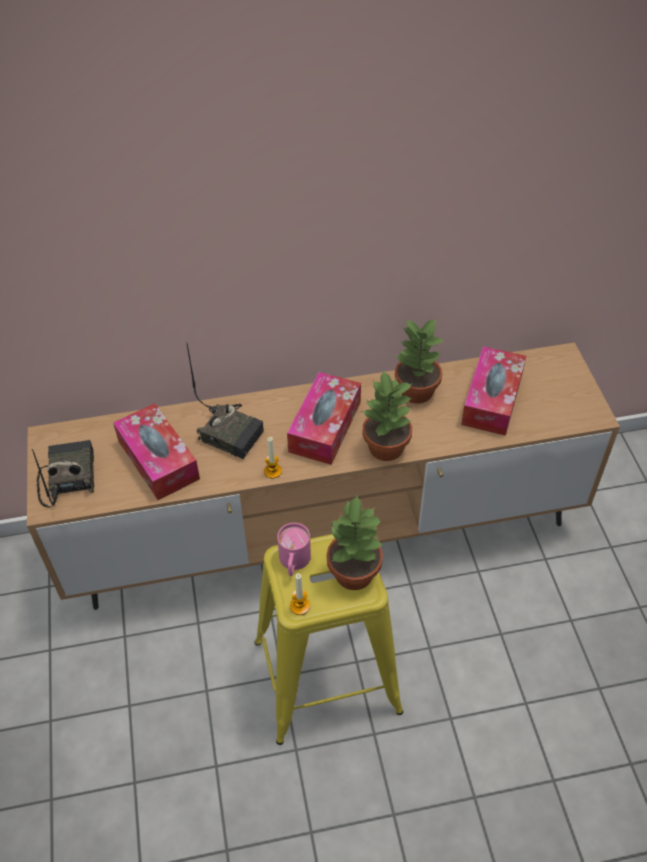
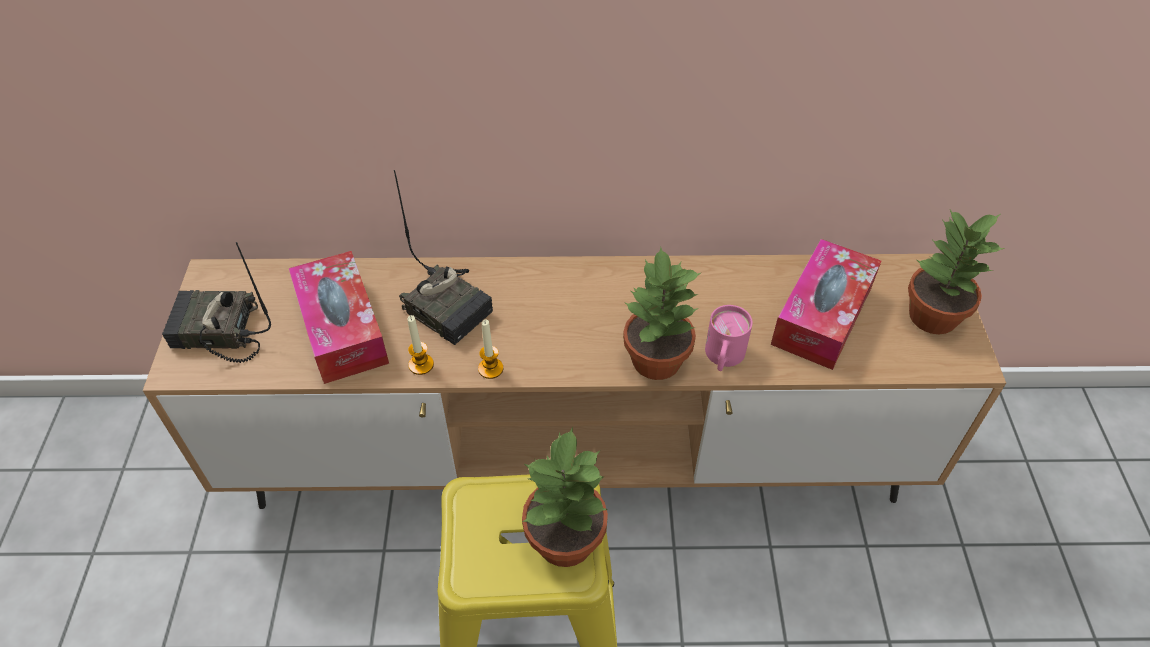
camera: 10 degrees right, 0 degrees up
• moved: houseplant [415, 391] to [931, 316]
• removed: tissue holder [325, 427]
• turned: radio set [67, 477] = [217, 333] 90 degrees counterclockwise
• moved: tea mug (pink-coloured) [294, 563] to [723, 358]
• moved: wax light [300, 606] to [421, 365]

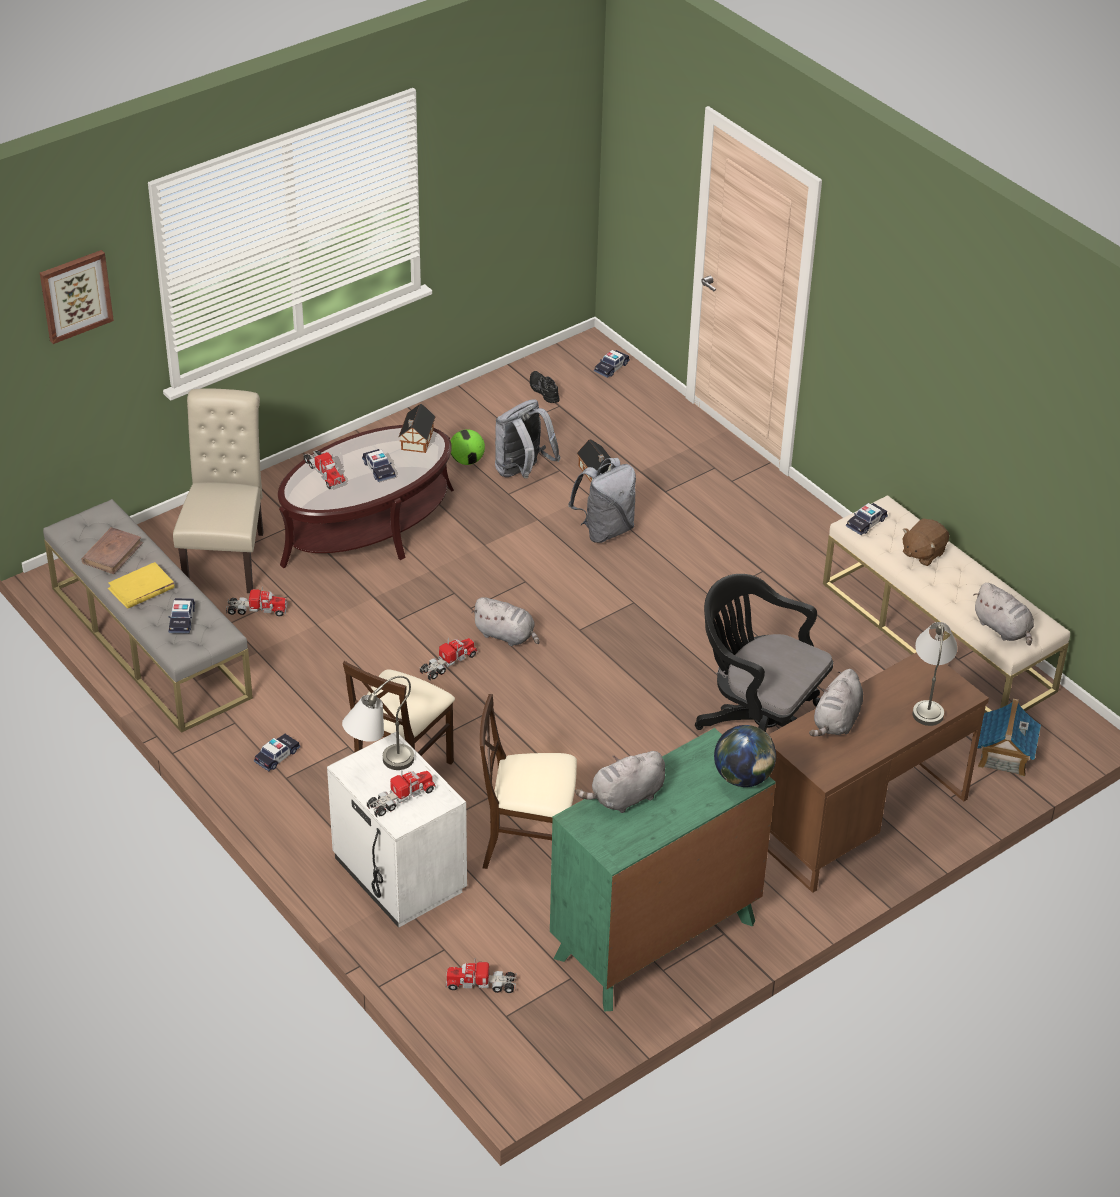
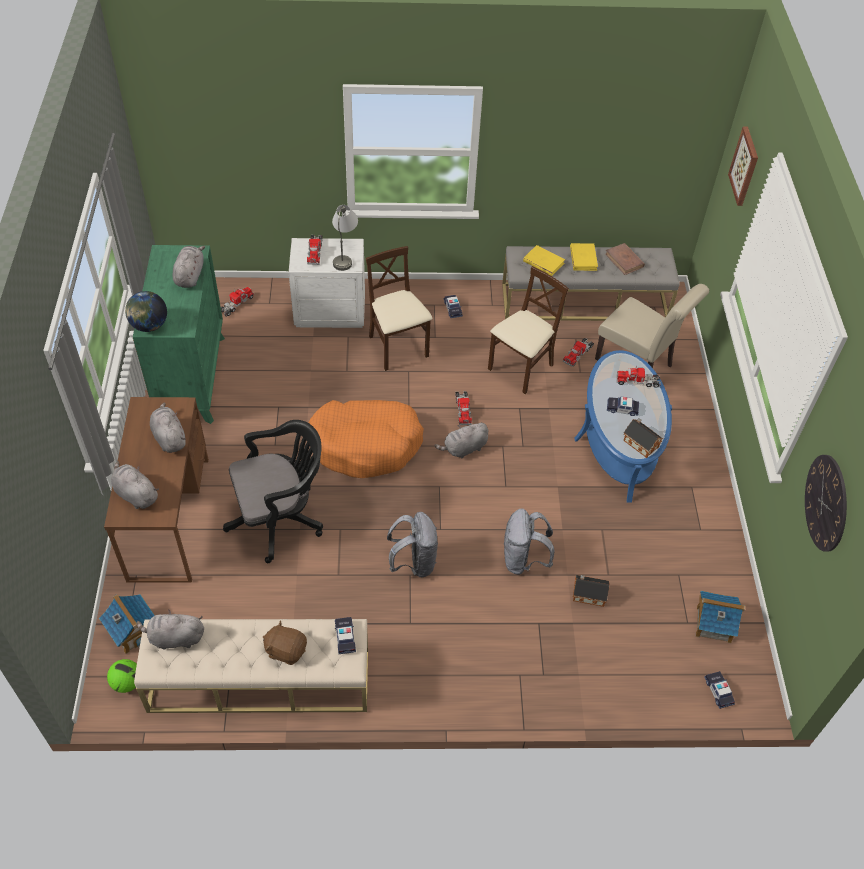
camera: 125 degrees right, 10 degrees up
• replaced: shoe (black-coloured) [543, 391] to toy house [713, 623]
• moved: backpack (greyish) [522, 472] to [414, 562]
• recoloured: low table (brownish) [368, 527] to low table (blue-coloured) [619, 439]
• moved: football ball [467, 460] to [127, 683]
• turned: plush toy (brownish) [922, 553] = [286, 650] 60 degrees counterclockwise
• replaced: toy car [182, 620] to book (yellow-coloured) [543, 262]
• replaced: lamp for a table (greyish) [929, 700] to plush toy (greyish) [135, 494]
• moved: upright chair (beige-coloured) [529, 846] to [521, 368]
• added: dog cushion (orange-coloured) [366, 444]
• added: wall clock [826, 503]

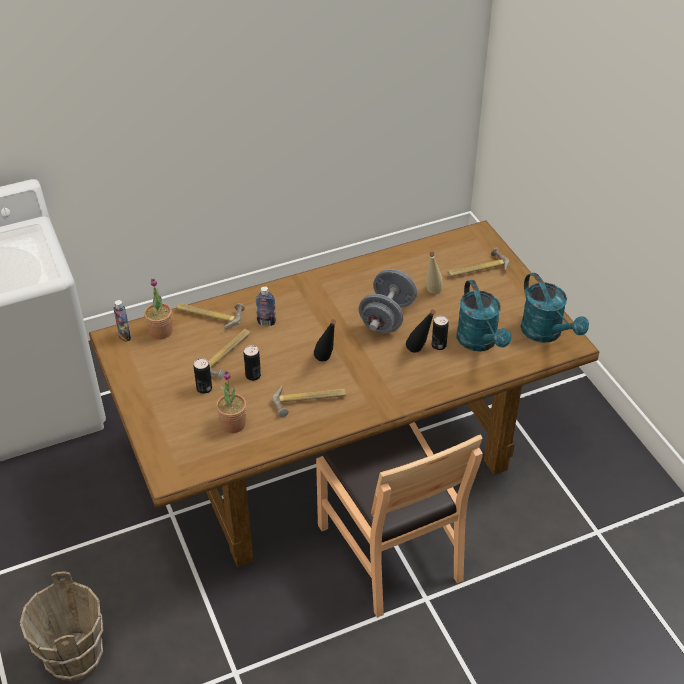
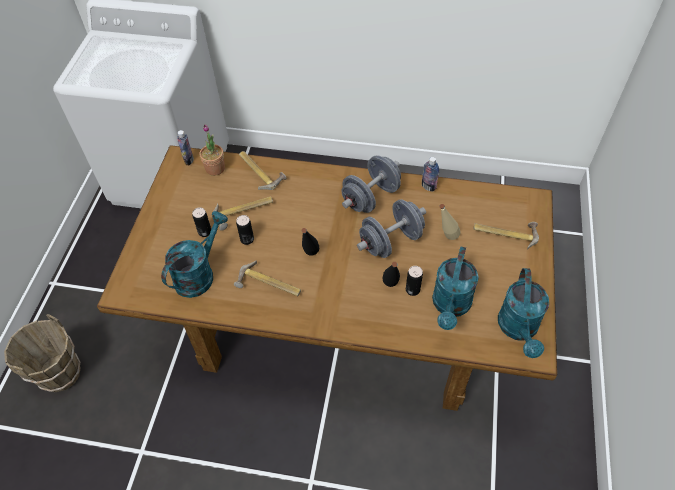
camera: 35 degrees right, 10 degrees up
• moved: bottle [266, 322] to [428, 187]
• replaced: houseplant [233, 424] to watering can (blue-green) [199, 274]
• removed: upright chair (brownish) [391, 550]
• added: hand weight (greyish) [370, 197]

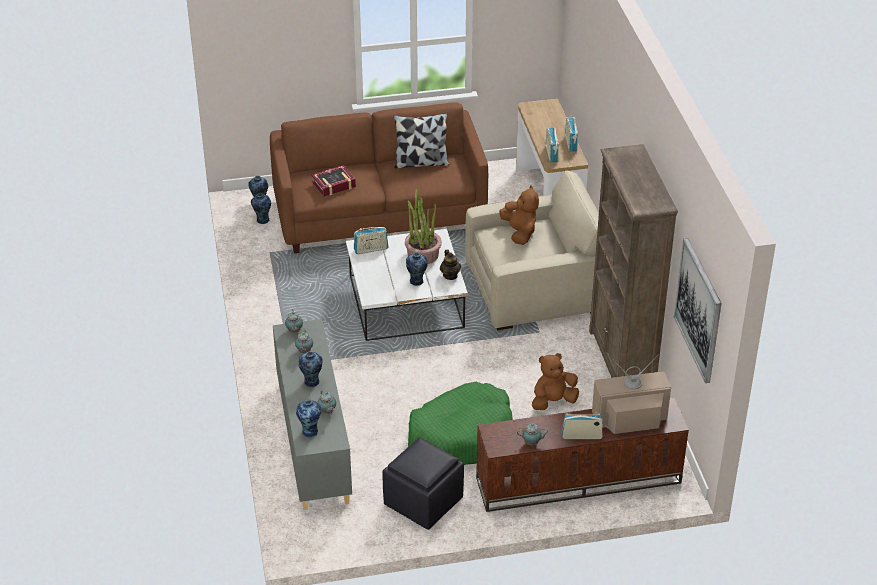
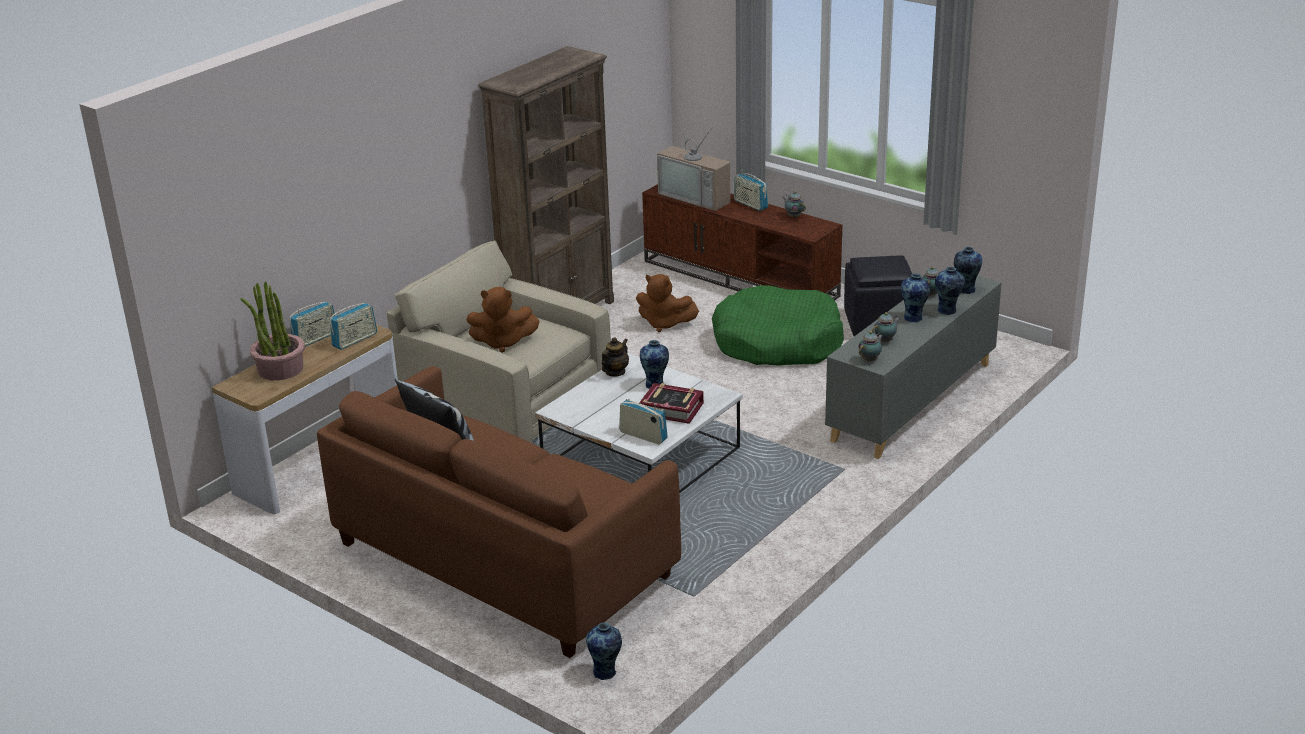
camera: 130 degrees left, 10 degrees down
• moved: book [334, 184] to [672, 408]
• turned: plush toy (brownish) [520, 232] = [502, 342] 120 degrees counterclockwise
• moved: houseplant [423, 254] to [280, 369]
• moved: vase [262, 220] to [948, 310]
• removed: wall picture [699, 310]

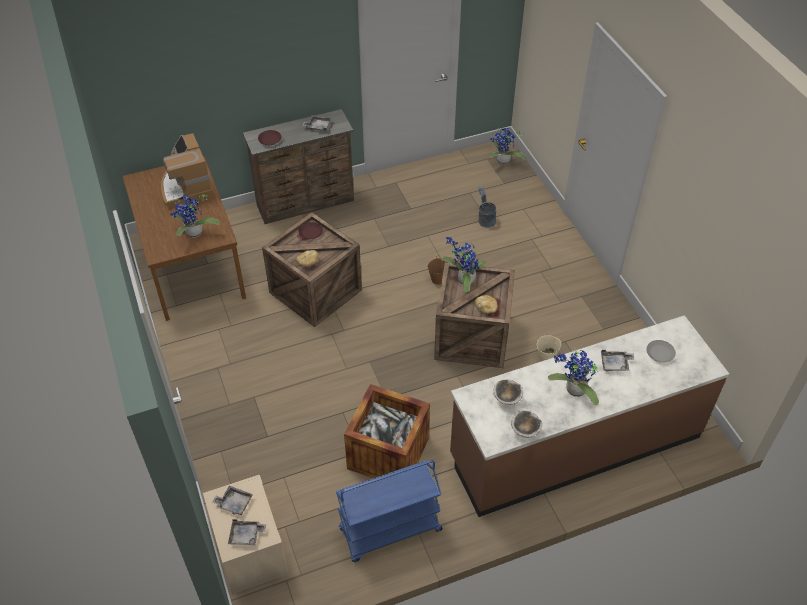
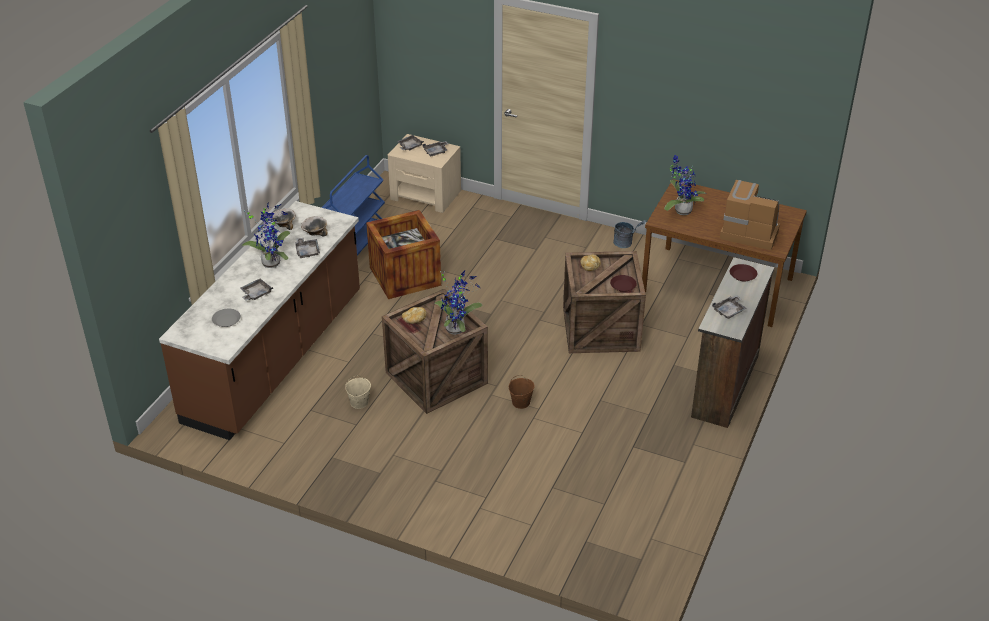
camera: 135 degrees right, 10 degrees down
• removed: houseplant [502, 162]
• moved: bucket (greyish) [485, 219] to [626, 243]
• added: tray (greyish) [307, 251]

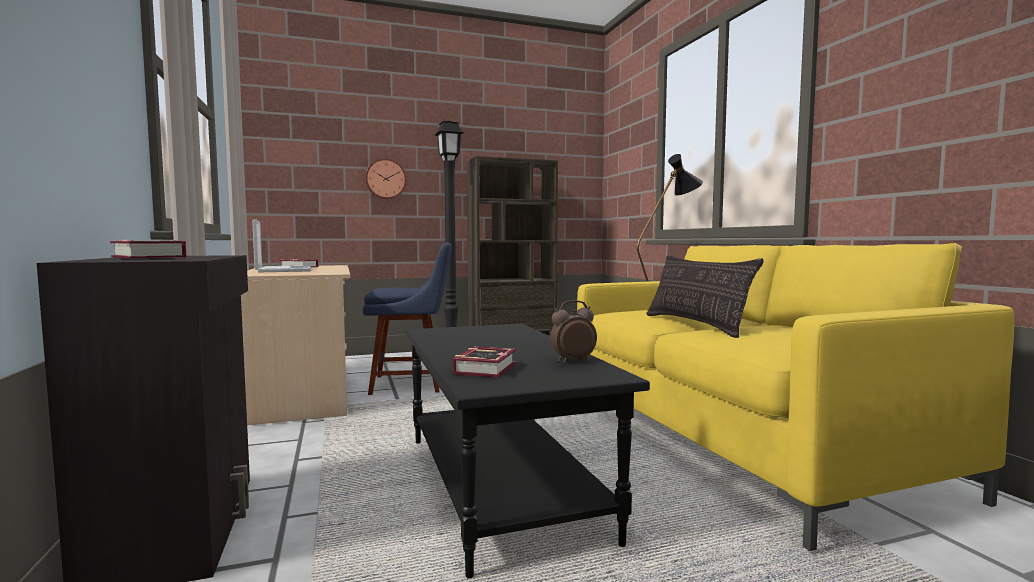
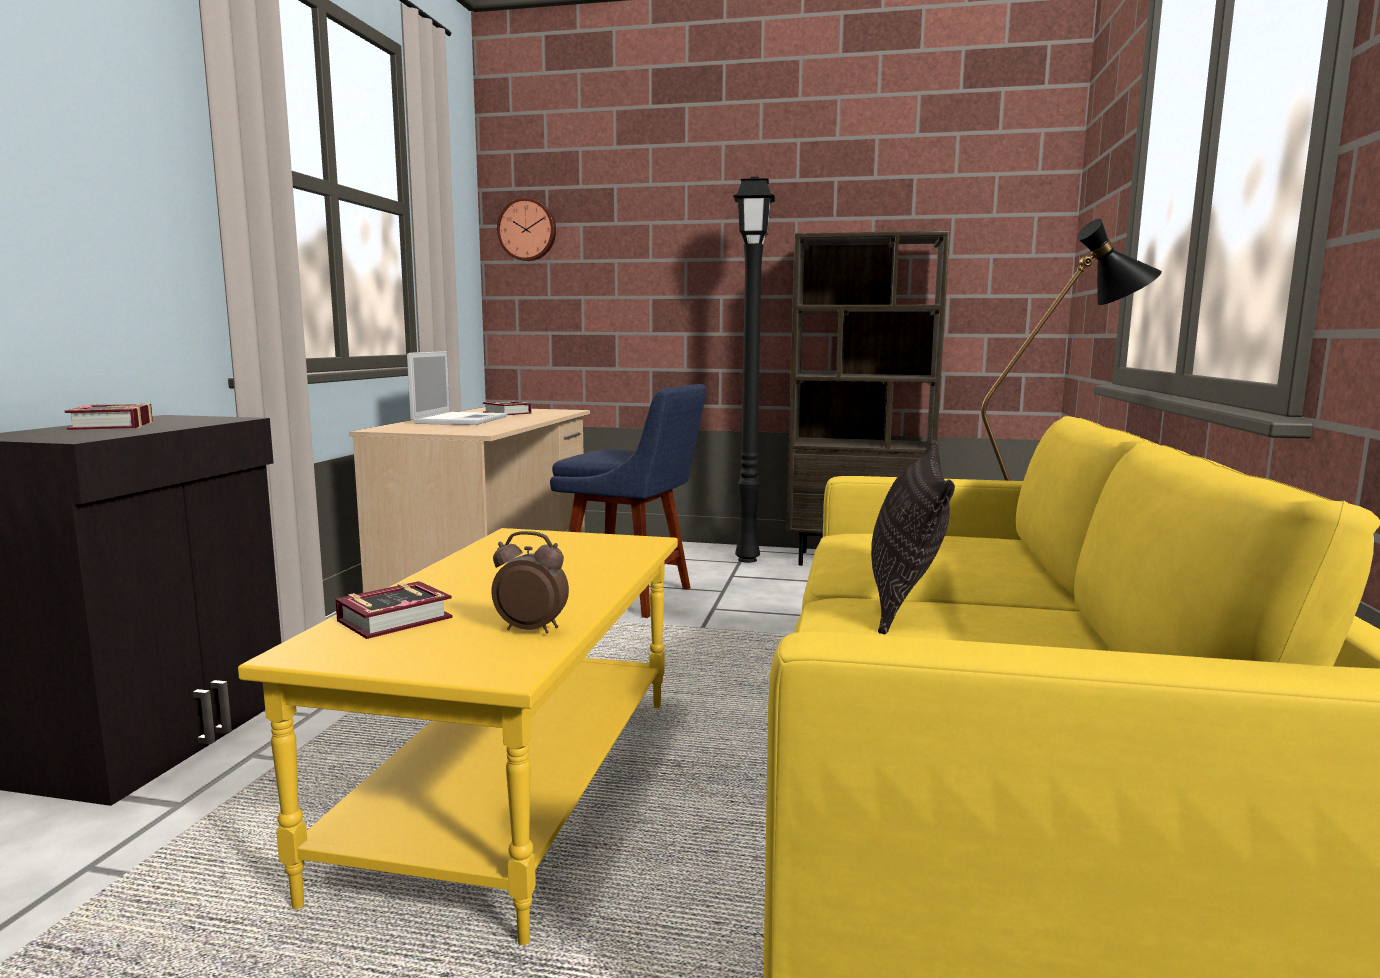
camera: 30 degrees right, 5 degrees up
• moved: wall clock [385, 179] to [527, 230]
• recoloured: low table (black-coloured) [502, 484] to low table (yellow-coloured) [519, 788]

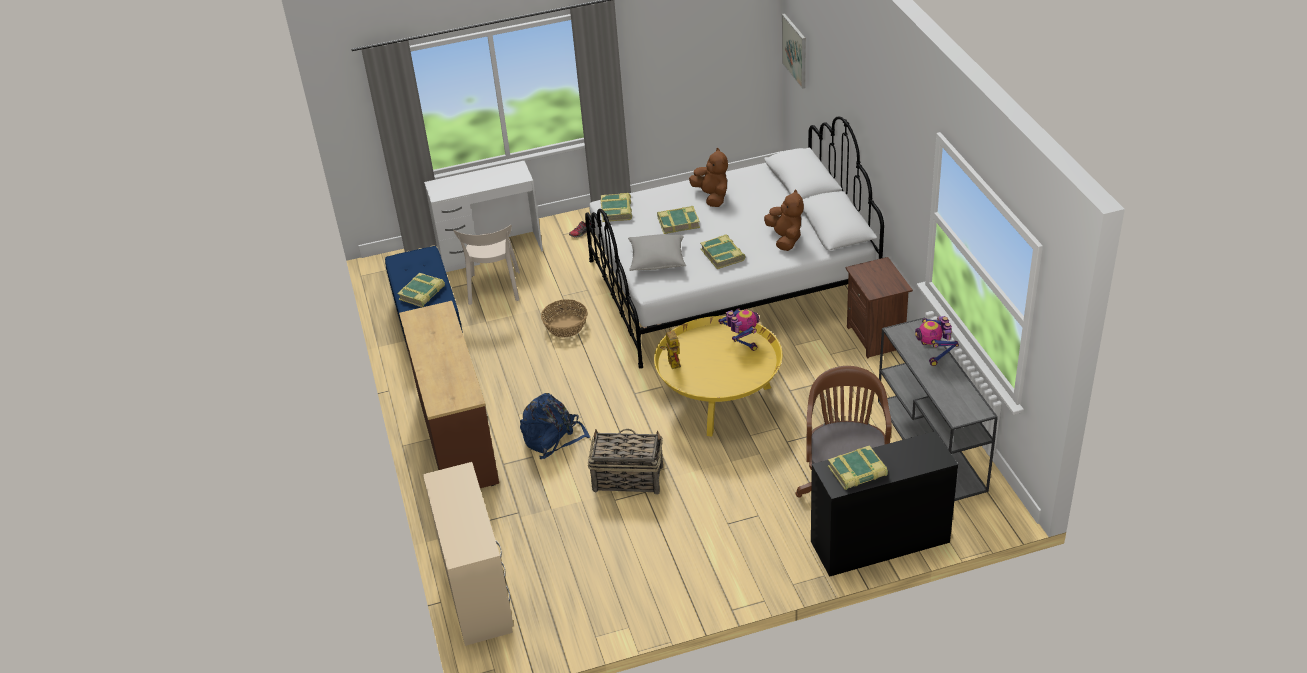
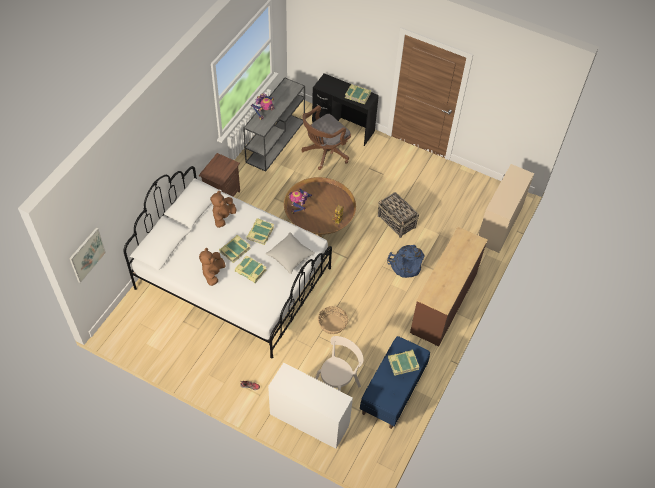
camera: 140 degrees left, 15 degrees up
• moved: book [617, 211] to [234, 250]
• recoloured: low table (yellow-coloured) [719, 399] to low table (brownish) [319, 224]

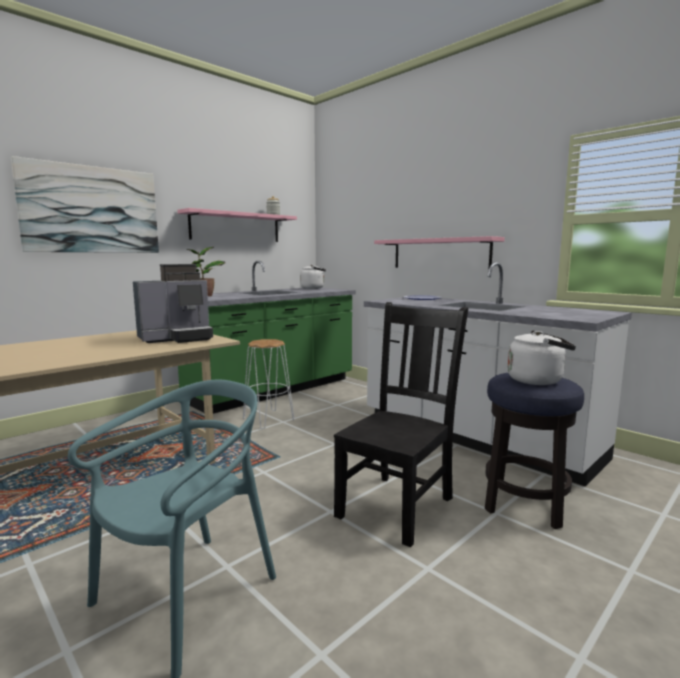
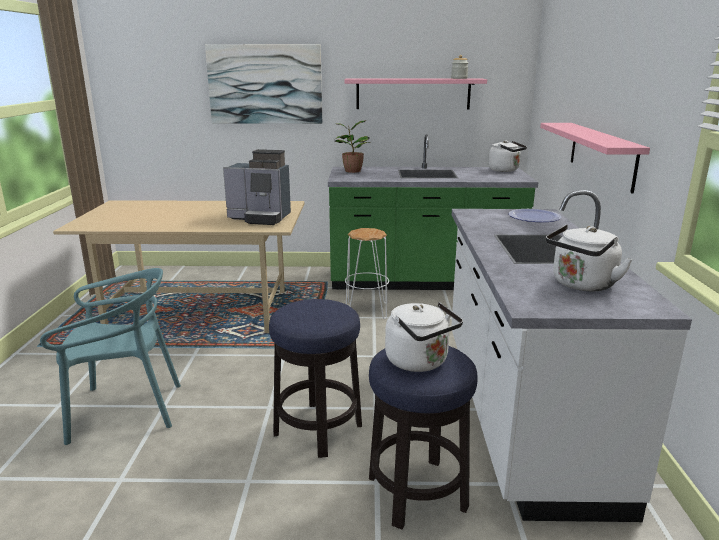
camera: 45 degrees right, 10 degrees up
• replaced: upright chair (black-coloured) [398, 505] to sitting stool [318, 429]
• added: tea kettle (whitish) [581, 285]

